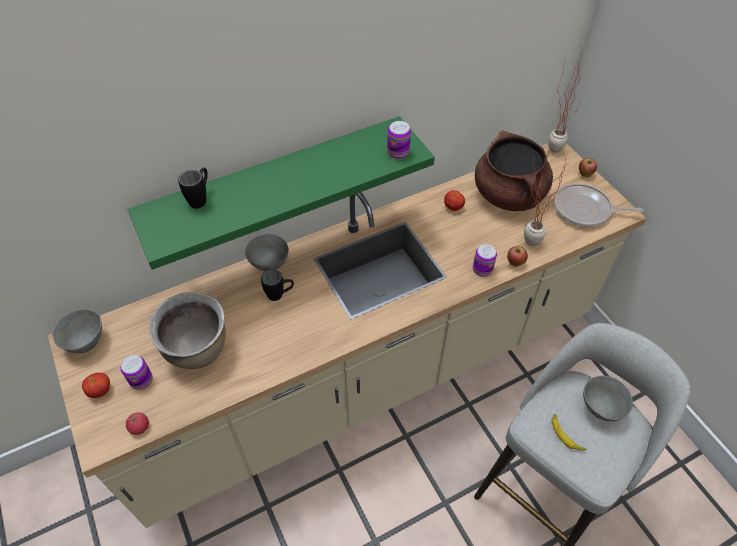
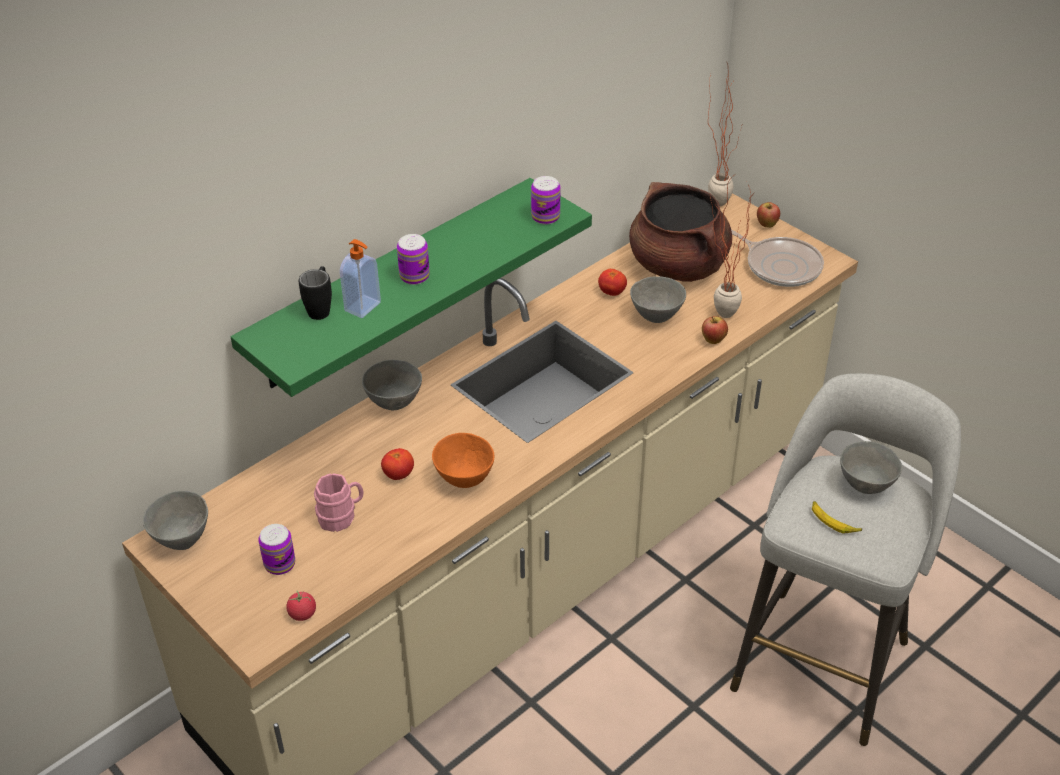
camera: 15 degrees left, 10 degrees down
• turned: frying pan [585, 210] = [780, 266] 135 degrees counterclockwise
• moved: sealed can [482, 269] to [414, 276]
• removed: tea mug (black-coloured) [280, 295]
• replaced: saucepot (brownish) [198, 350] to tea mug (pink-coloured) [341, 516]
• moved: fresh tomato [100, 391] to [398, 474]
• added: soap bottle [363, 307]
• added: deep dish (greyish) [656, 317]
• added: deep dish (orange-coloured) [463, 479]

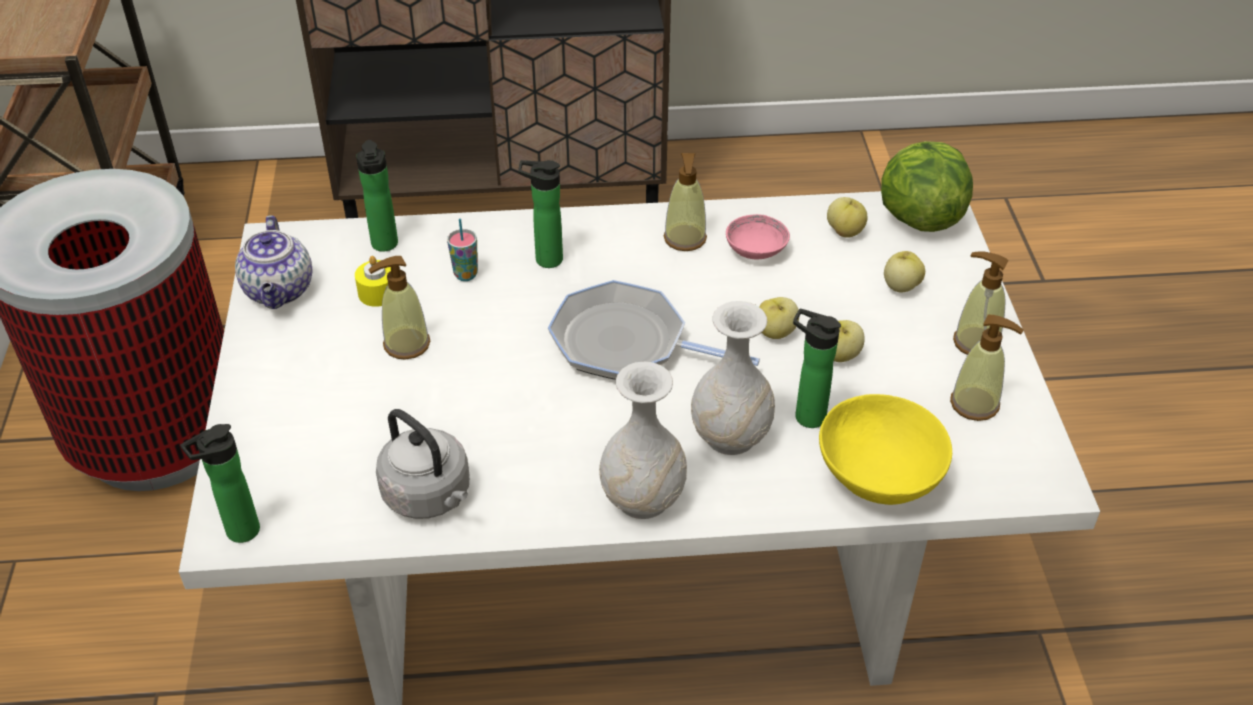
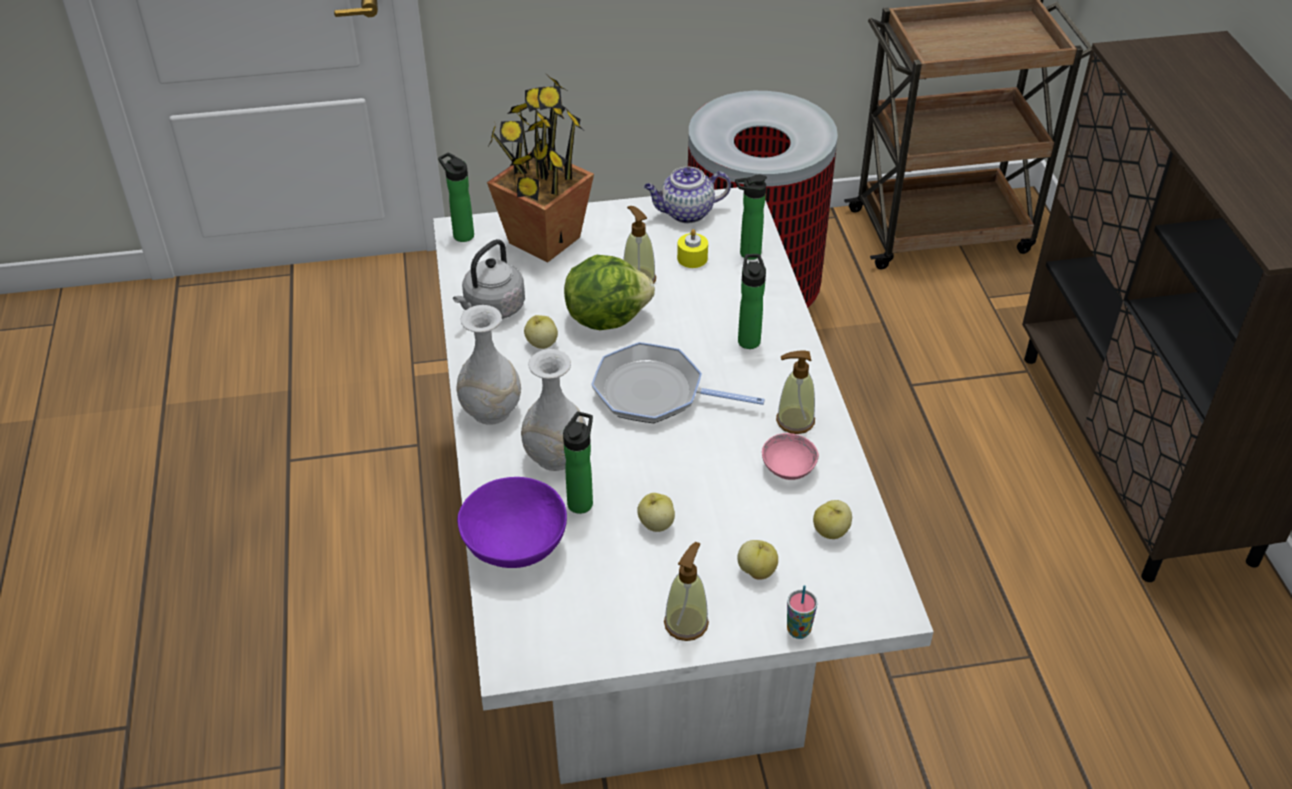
camera: 85 degrees right, 0 degrees up
• moved: lettuce [918, 217] to [606, 317]
• moved: small cup [466, 275] to [798, 630]
• turned: frying pan [626, 343] = [655, 392] 90 degrees counterclockwise
• moved: apple fruit [775, 333] to [541, 343]
• removed: soap bottle [975, 404]
• recoloured: deep dish (yellow-coloured) [879, 477] to deep dish (purple-coloured) [515, 546]
• added: houseplant [544, 241]

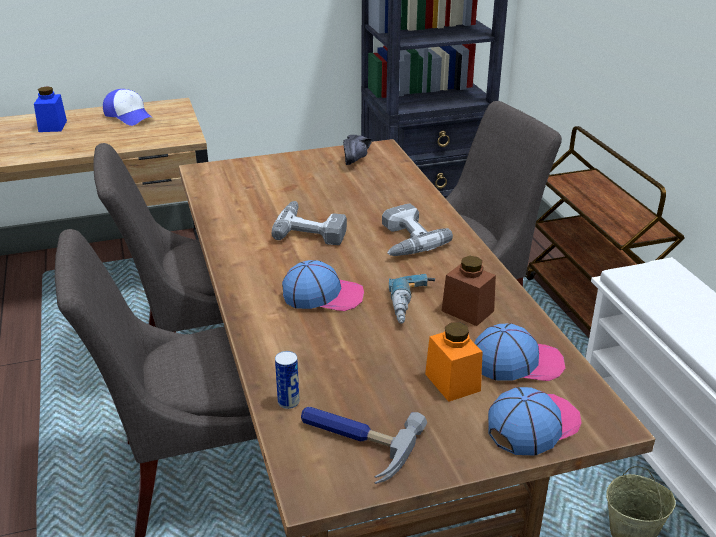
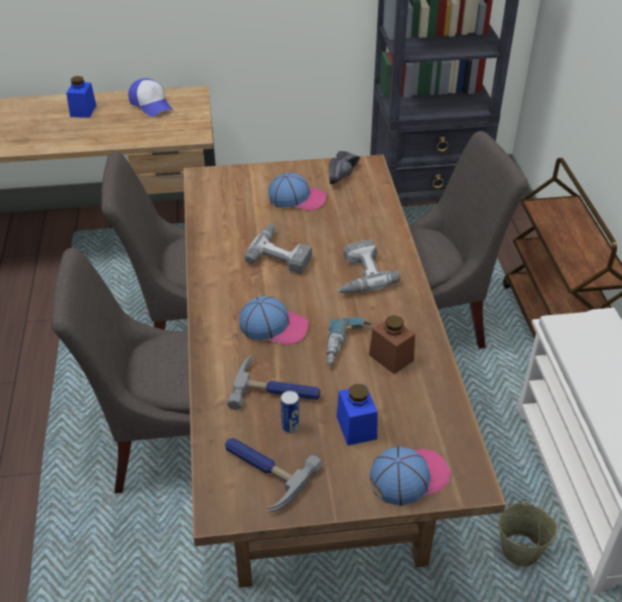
camera: 10 degrees right, 10 degrees up
• recoloured: jar (orange-coloured) [452, 382] to jar (blue-coloured) [356, 427]
• moved: cap [517, 362] to [297, 198]
• moved: sealed can [288, 402] to [290, 427]
• added: hammer [277, 390]

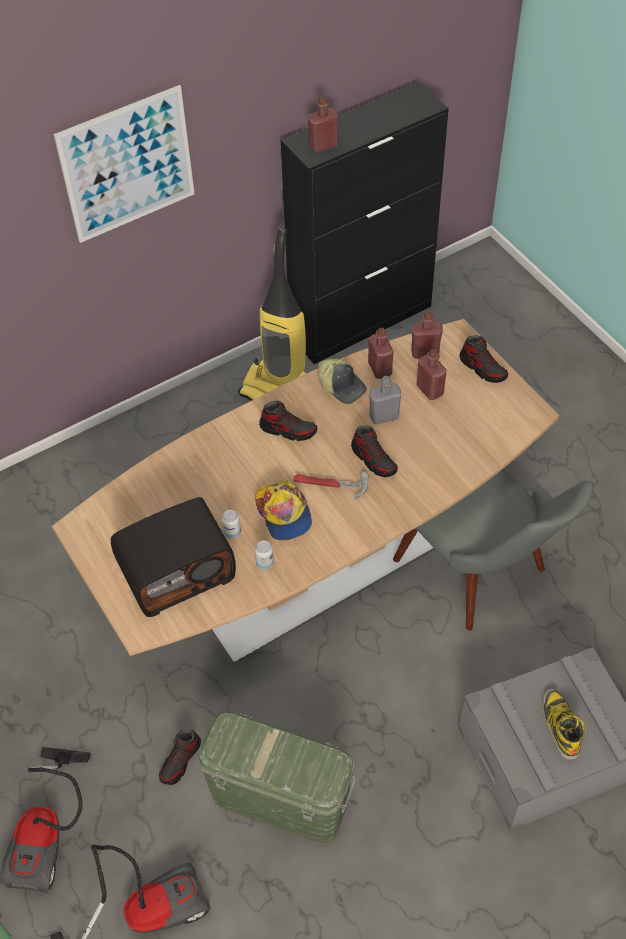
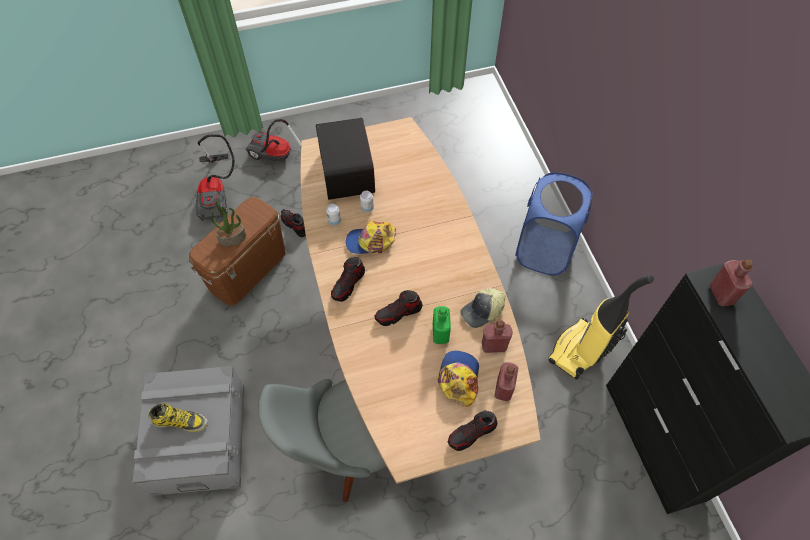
camera: 105 degrees right, 5 degrees up
• removed: wall picture [127, 165]
• replaced: bottle (reddish) [430, 390] to cap [459, 378]
• recoloured: bottle (greyish) [384, 416] to bottle (greenish) [440, 333]
• moved: shoe [288, 430] to [348, 284]
• removed: hammer [330, 485]
• recoloured: storage container (greenish) [279, 799] to storage container (brownish) [247, 269]
• added: laundry basket (blue-coloured) [544, 250]
• added: houseplant [233, 238]

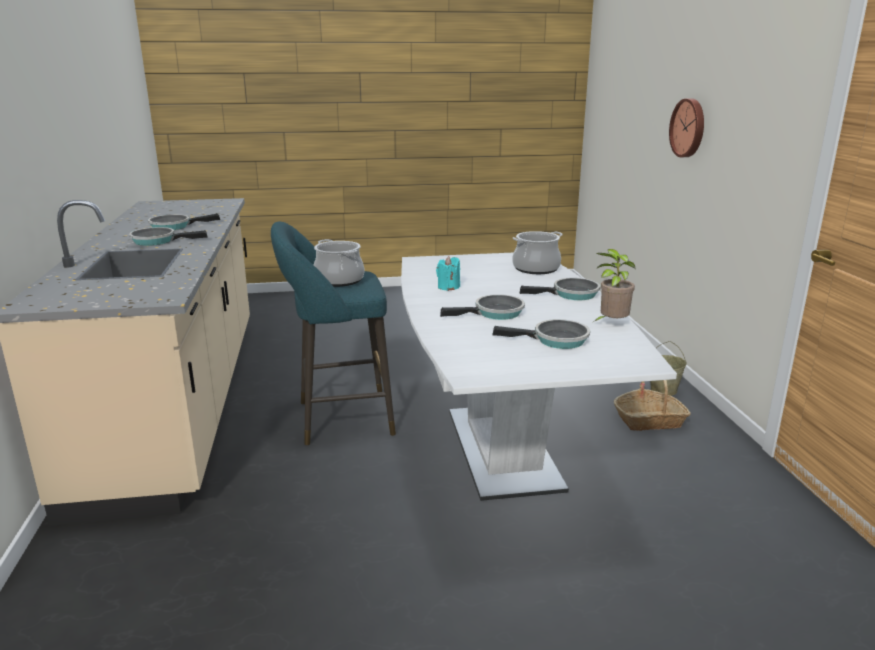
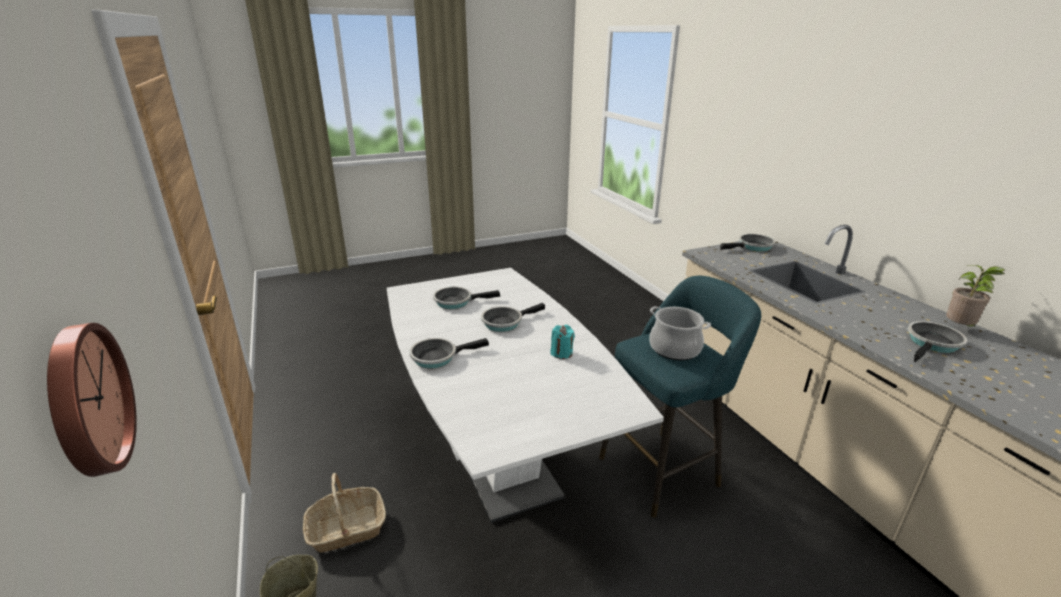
camera: 165 degrees right, 5 degrees up
• moved: frying pan [157, 241] to [753, 247]
• removed: saucepot [536, 268]
• moved: houseplant [611, 324] to [959, 328]

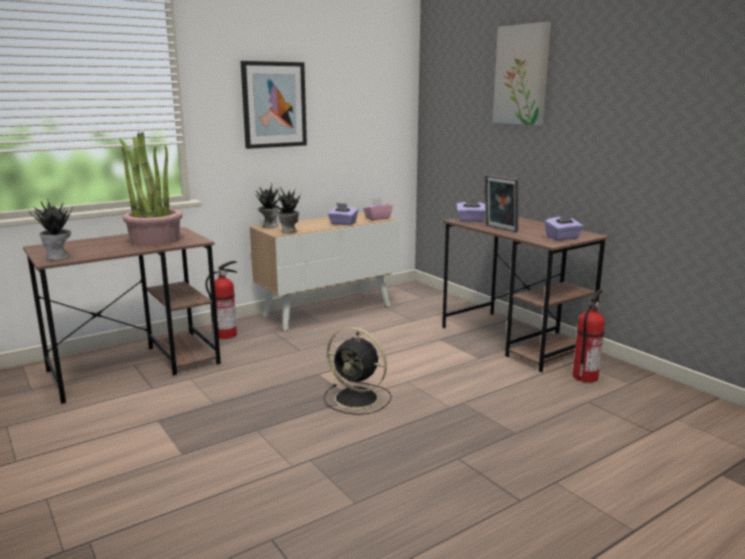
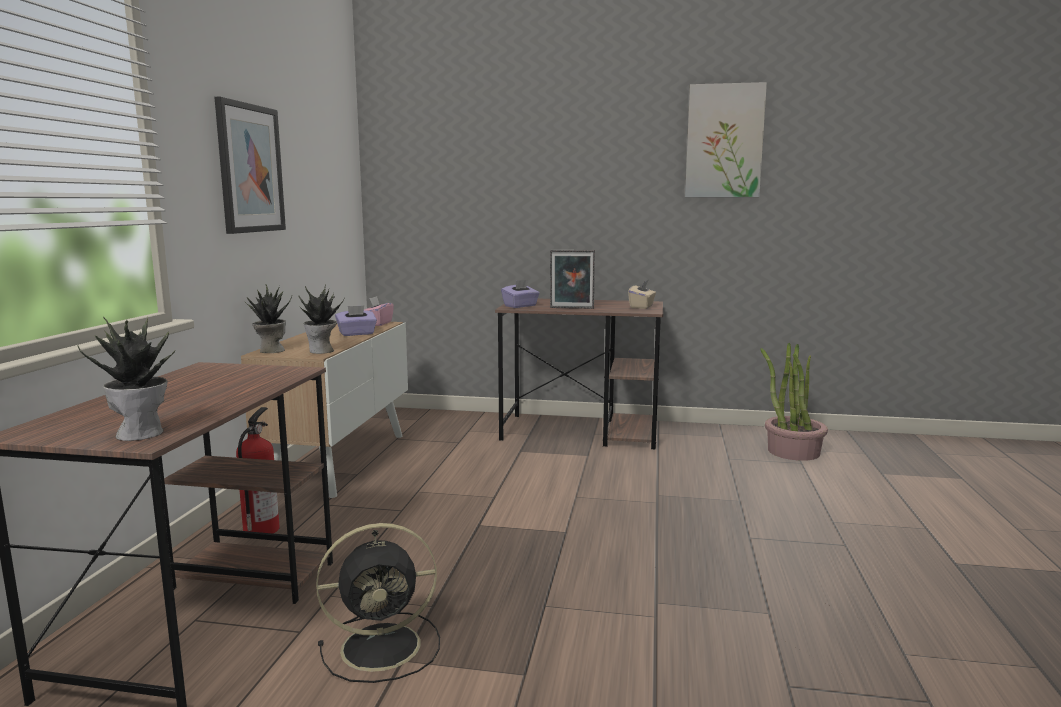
camera: 45 degrees left, 5 degrees down
• moved: wall picture [522, 75] to [724, 141]
• moved: houseplant [155, 240] to [792, 451]
• recoloured: tissue holder (purple-coloured) [562, 238] to tissue holder (beige-coloured) [642, 307]
• removed: extinguisher [585, 376]
• moved: fan (black-coloured) [358, 398] to [384, 646]

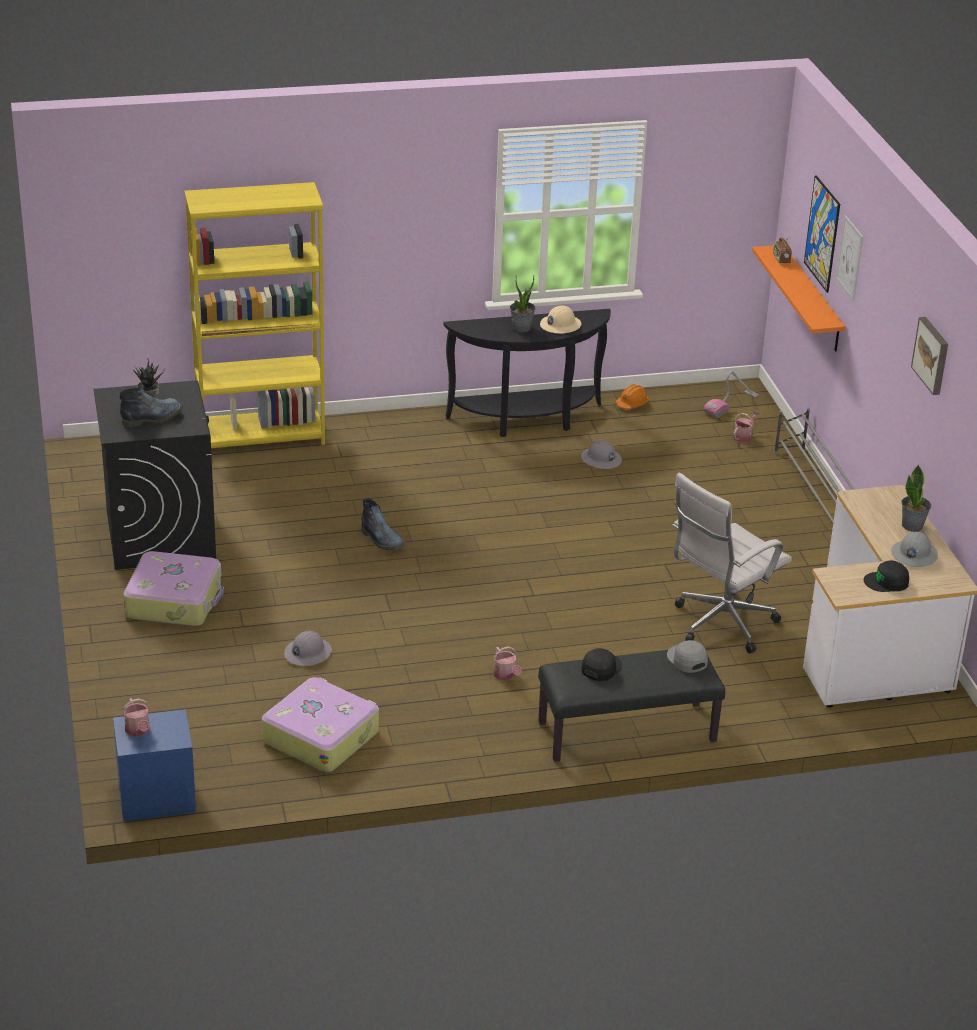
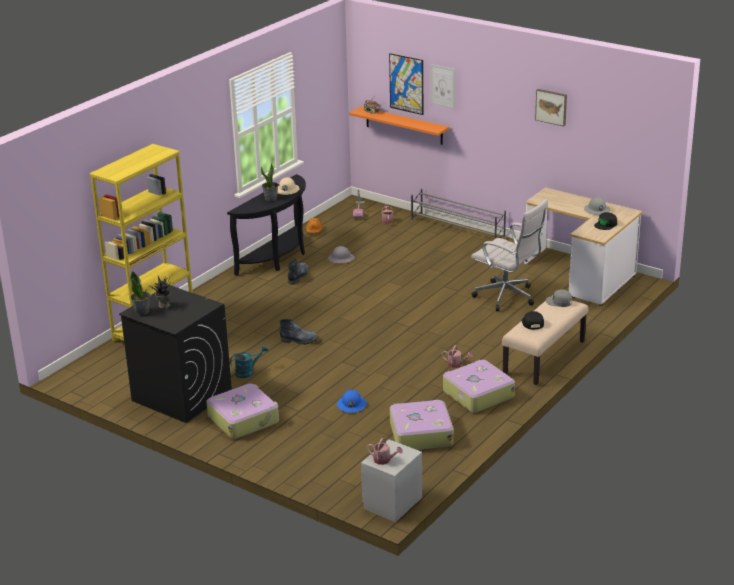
camera: 40 degrees left, 5 degrees down
• moved: tall boot [153, 418] to [298, 276]
• moved: houseplant [912, 525] to [142, 311]
• turned: office chair (whitish) [720, 625] = [507, 297] 60 degrees counterclockwise
• recoloured: hard hat (greyish) [307, 653] to hard hat (blue-coloured) [351, 405]
• recoloured: indoor bench (black-coloured) [626, 733] to indoor bench (beige-coloured) [544, 358]
• recoloured: night table (blue-coloured) [157, 798] to night table (greyish) [392, 503]
• added: watering can (blue-green) [248, 372]
• added: suitcase [477, 394]

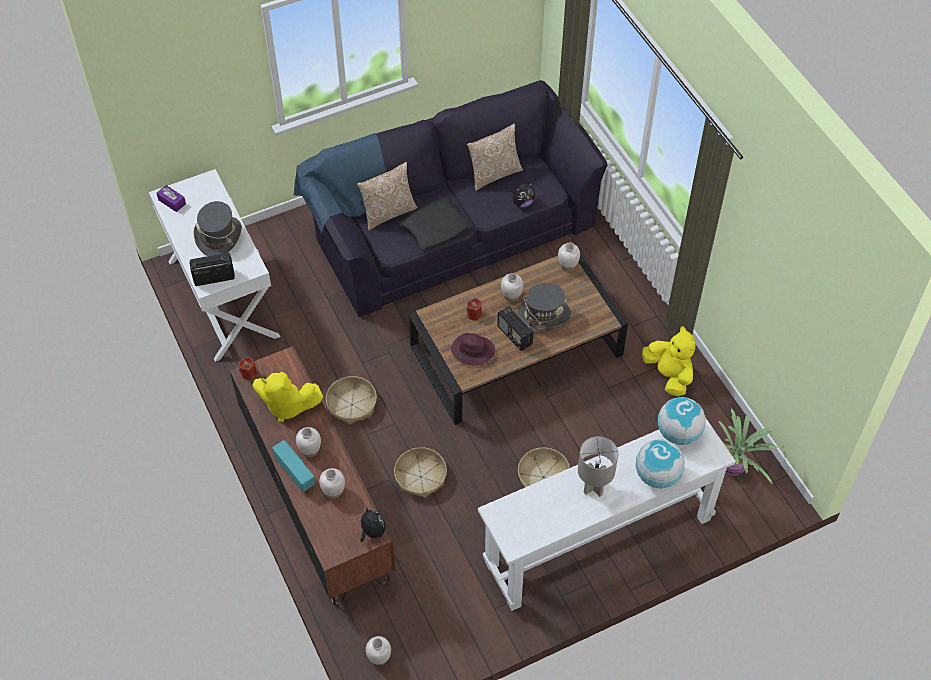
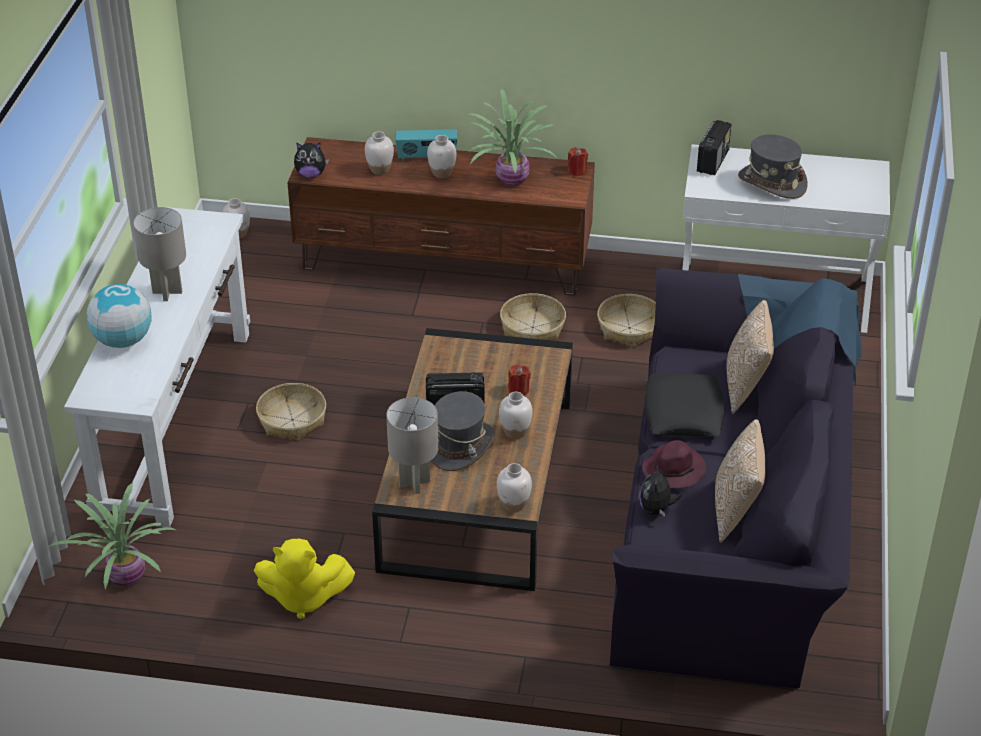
camera: 125 degrees right, 15 degrees down
• removed: tissue holder (purple-coloured) [172, 202]
• moved: clothing hat (purple-coloured) [472, 351] to [674, 469]
• replaced: plush toy (yellow-coloured) [287, 405] to houseplant [511, 179]
• removed: world globe [678, 433]
• moved: household basket [421, 477] to [629, 328]
• added: lamp for a table (greyish) [415, 483]

